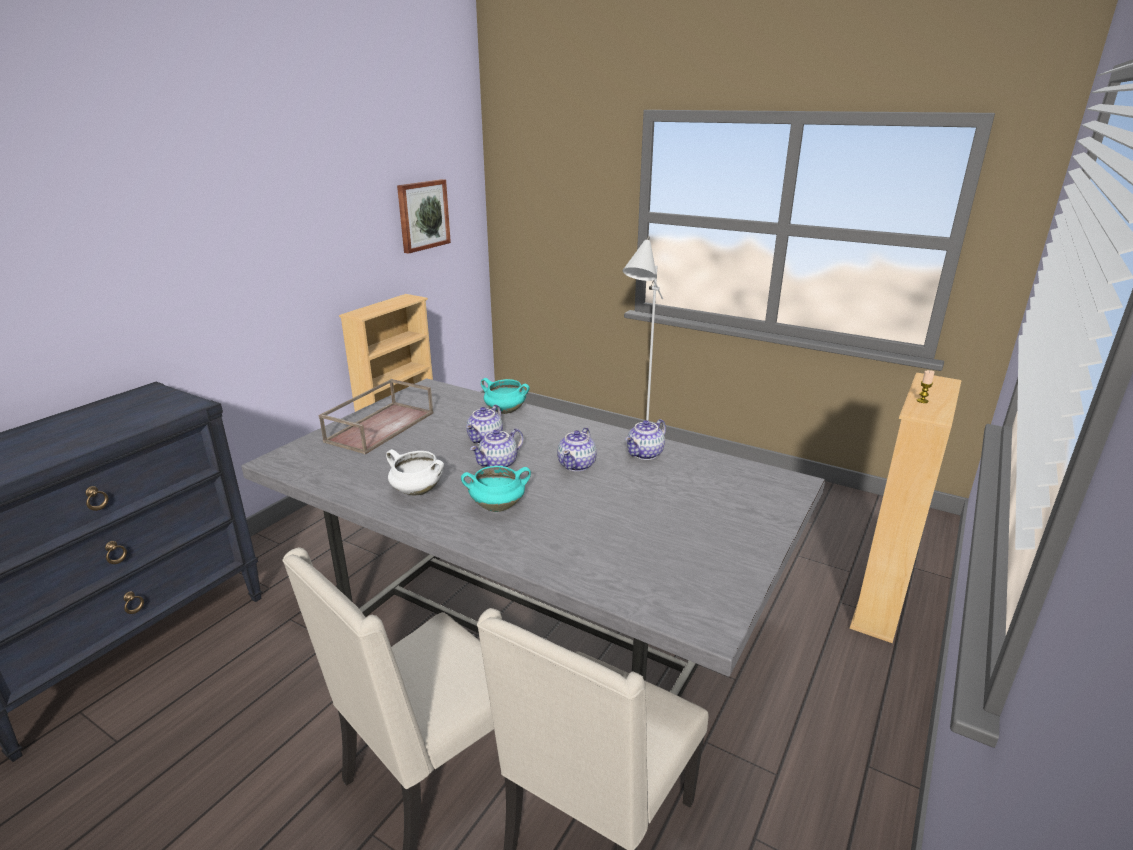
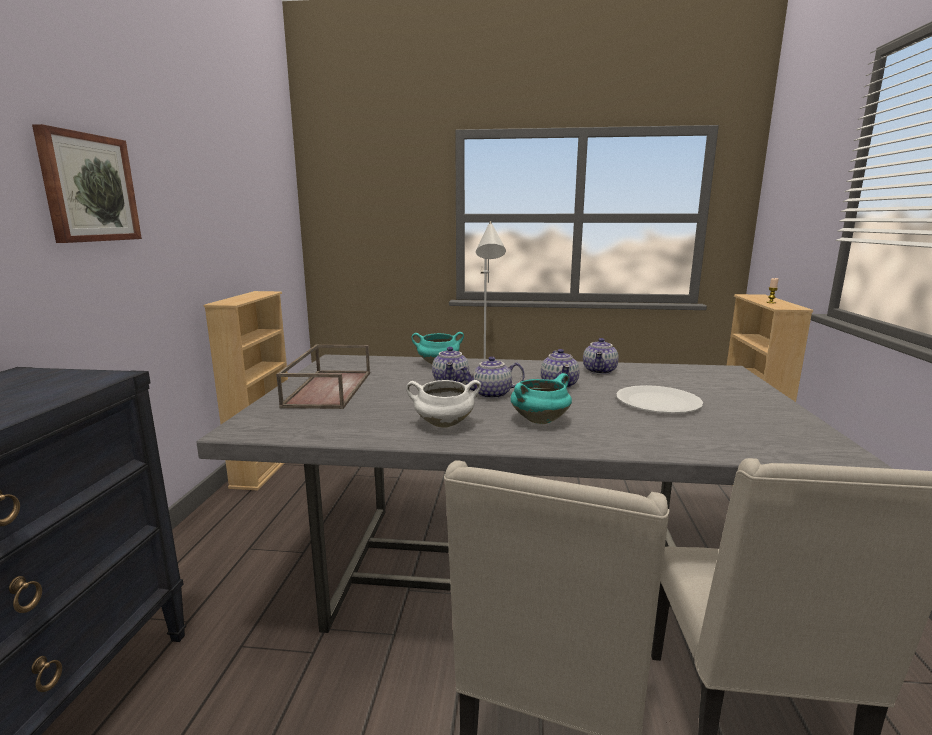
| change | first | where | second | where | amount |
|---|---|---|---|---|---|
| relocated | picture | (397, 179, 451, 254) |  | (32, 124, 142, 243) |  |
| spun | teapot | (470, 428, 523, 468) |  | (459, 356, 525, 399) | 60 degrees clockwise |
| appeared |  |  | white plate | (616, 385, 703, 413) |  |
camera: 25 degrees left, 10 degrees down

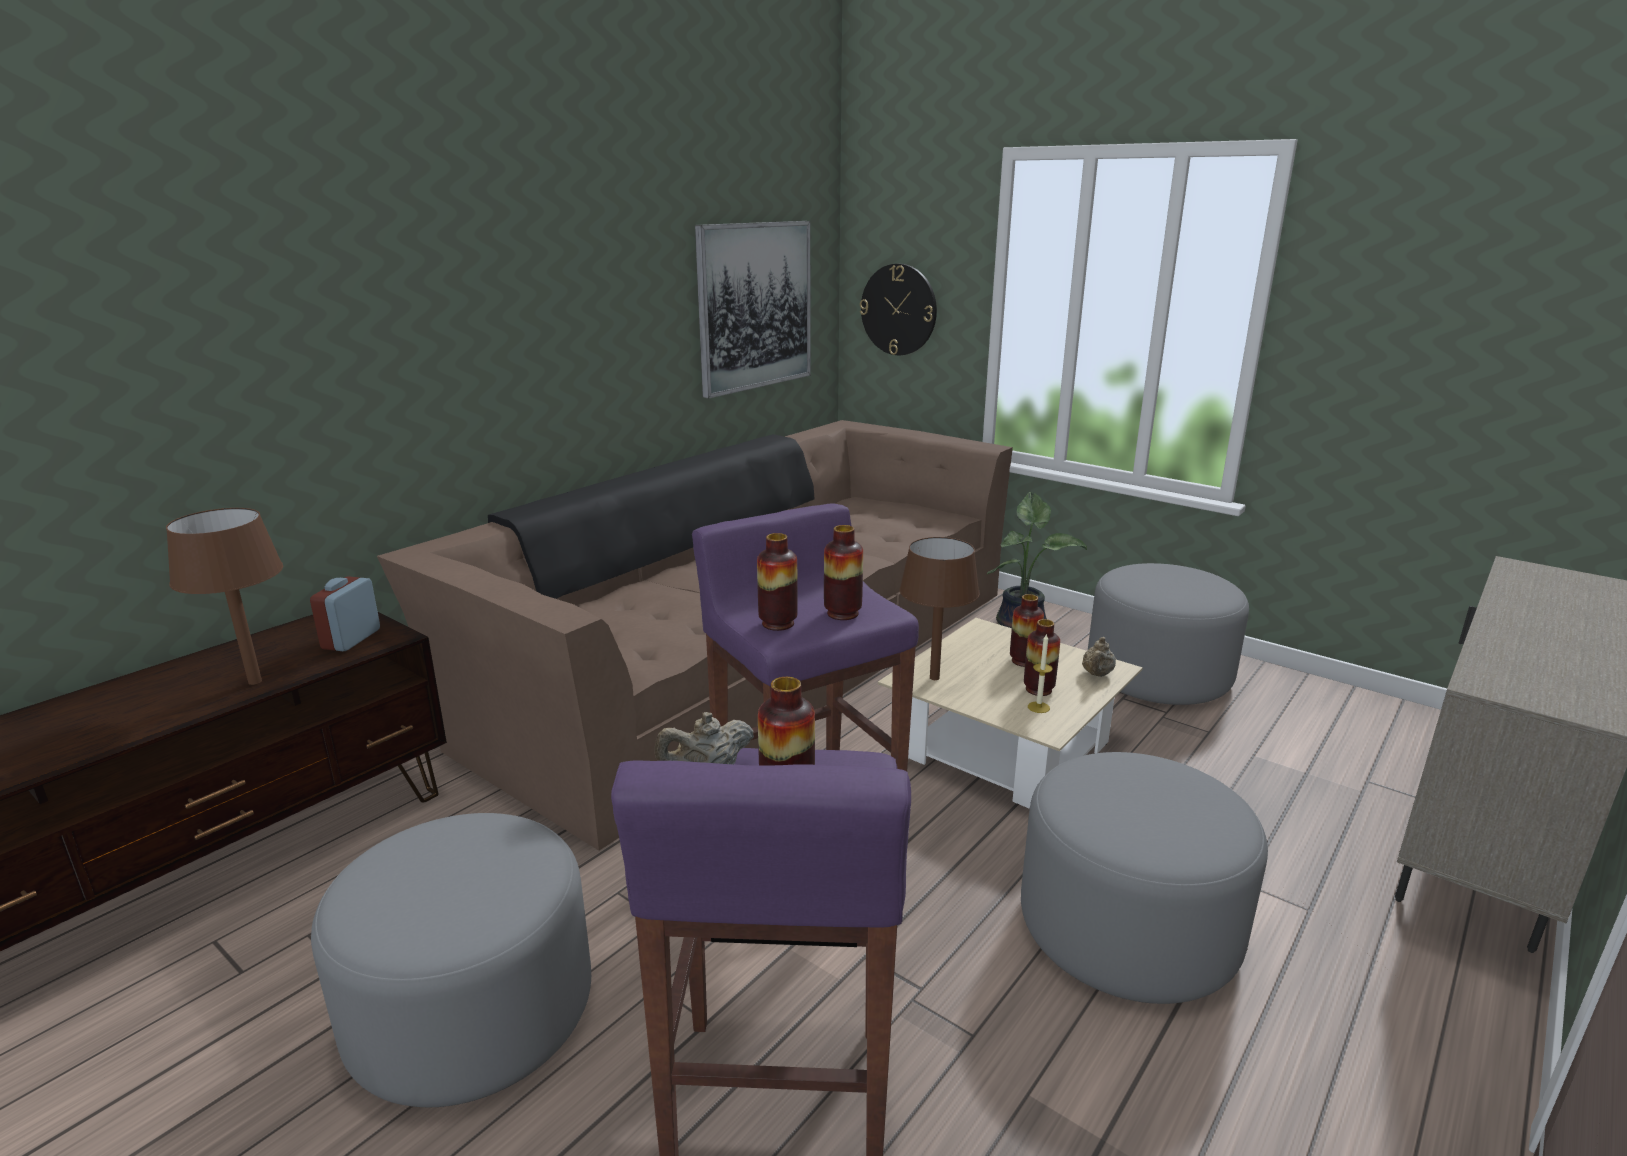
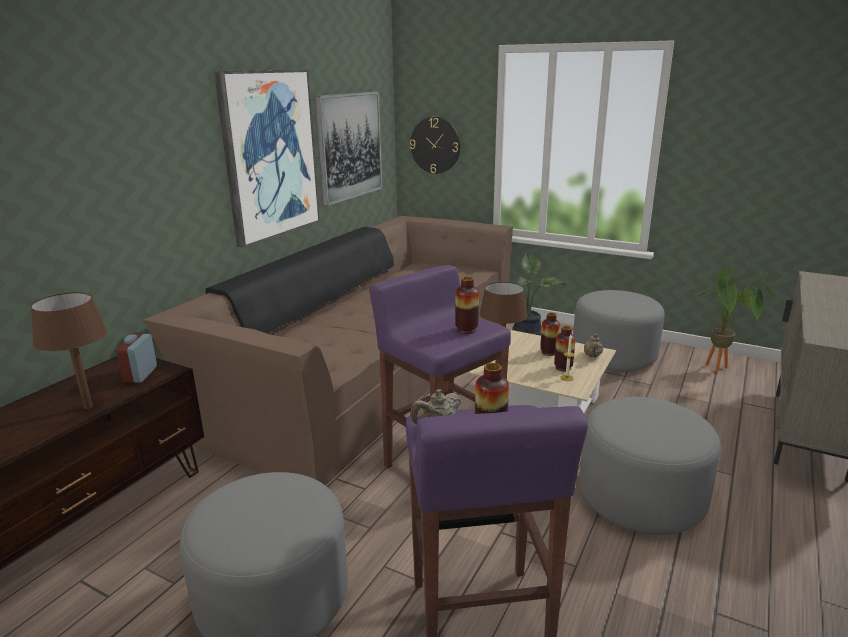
| change | first | where | second | where | amount |
|---|---|---|---|---|---|
| appeared |  |  | picture | (214, 69, 320, 248) |  |
| appeared |  |  | potted plant | (698, 266, 774, 373) |  |
| missing | vase | (757, 533, 798, 631) |  |  |  |
camera: 10 degrees left, 0 degrees up

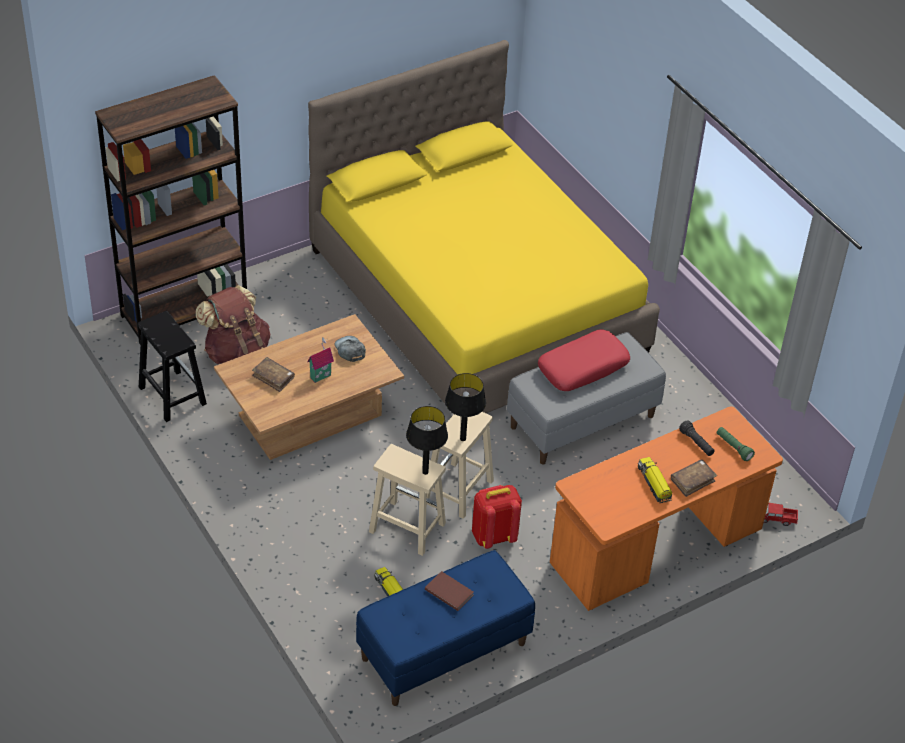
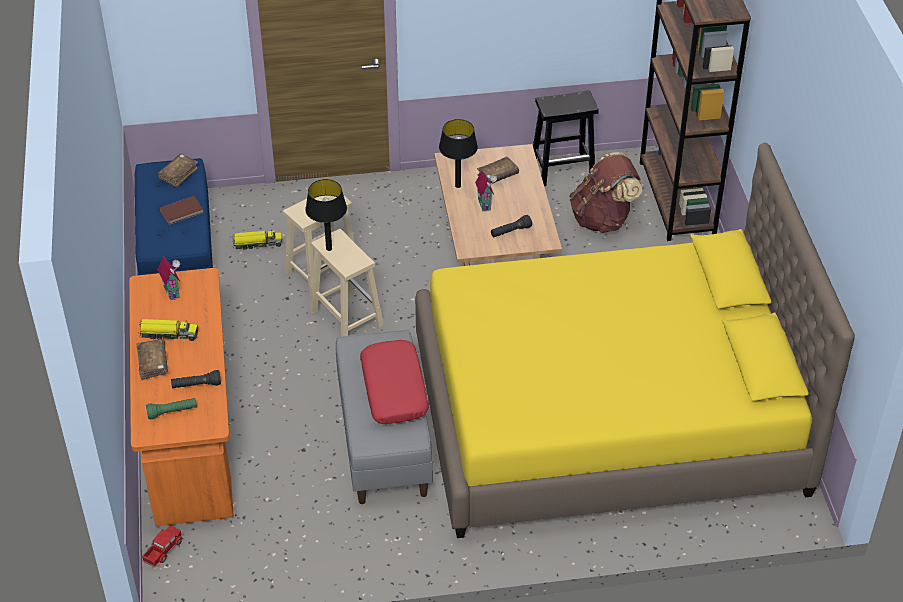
| change | first | where | second | where | amount |
|---|---|---|---|---|---|
| appeared |  |  | brown book | (158, 154, 198, 188) |  |
| appeared |  |  | toy house | (158, 257, 180, 300) |  |
| relocated | black table lamp | (406, 406, 448, 475) |  | (439, 119, 478, 188) |  |
| exchanged | grey cap | (334, 336, 366, 362) | black flashlight | (491, 215, 532, 237) |  |
| missing | red backpack | (472, 485, 522, 549) |  |  |  |
camera: 115 degrees right, 0 degrees up

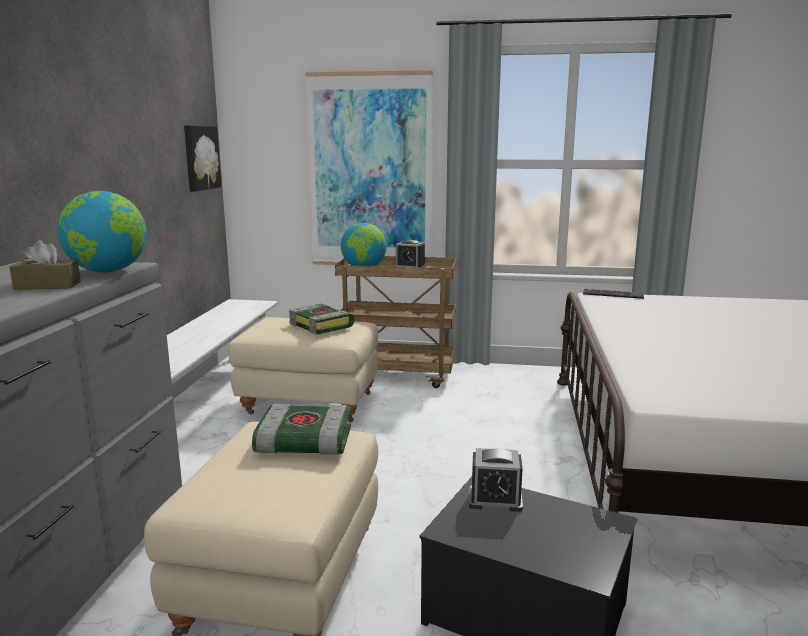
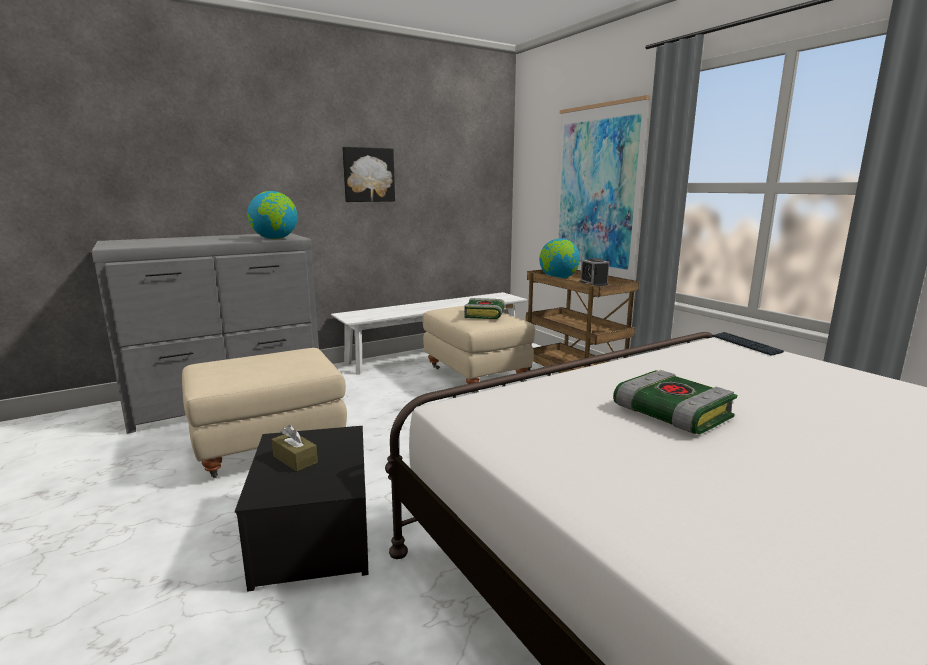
| change | first | where | second | where | amount |
|---|---|---|---|---|---|
| relocated | brown tissue box | (9, 240, 81, 290) |  | (272, 425, 318, 472) |  |
| relocated | picture | (184, 125, 222, 192) |  | (342, 147, 395, 202) |  |
| relocated | book | (252, 404, 351, 455) |  | (613, 370, 737, 435) |  |
| missing | alarm clock | (469, 448, 523, 512) |  |  |  |
camera: 50 degrees right, 0 degrees up

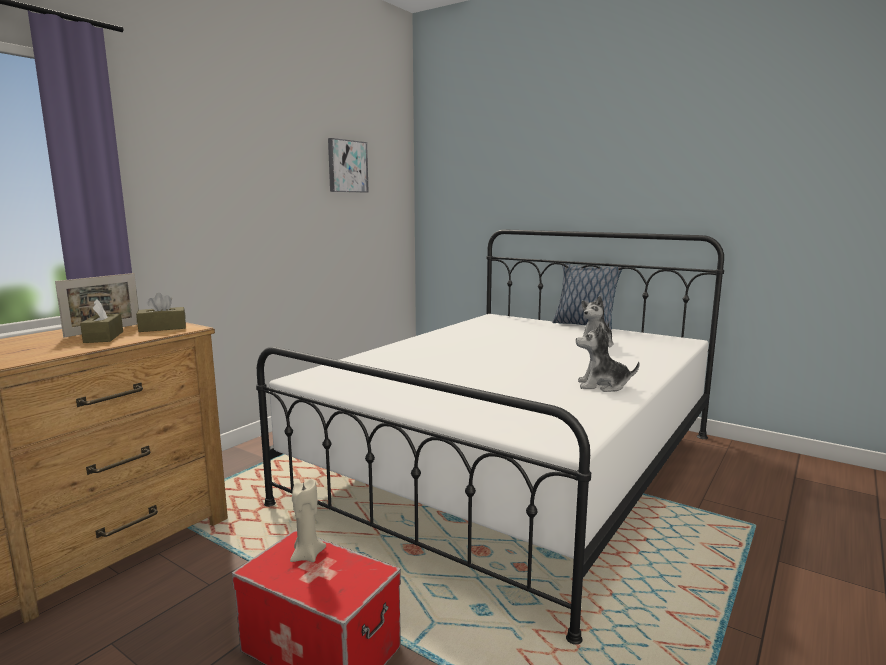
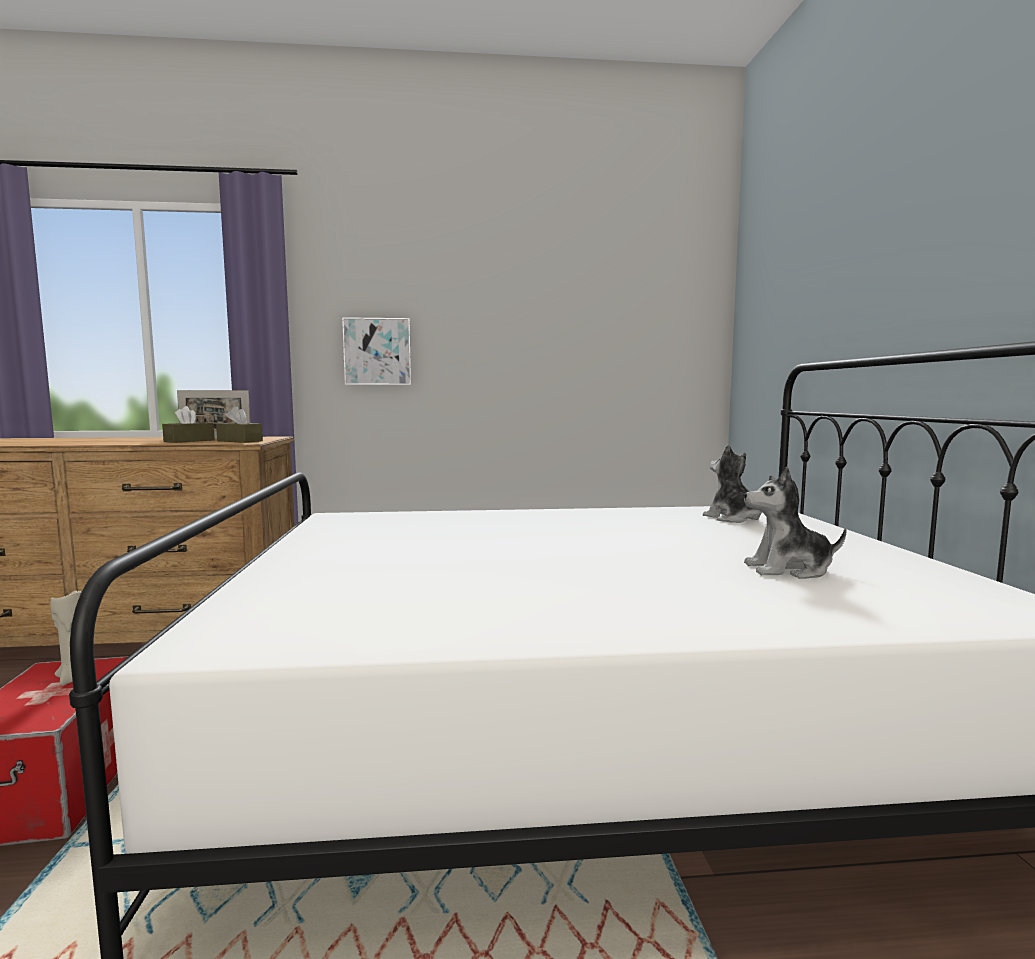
| change | first | where | second | where | amount |
|---|---|---|---|---|---|
| relocated | picture | (328, 138, 369, 193) |  | (342, 317, 412, 385) |  |
| relocated | plush toy | (576, 323, 640, 392) |  | (703, 445, 762, 523) |  |
| missing | pillow | (552, 263, 622, 330) |  |  |  |
camera: 50 degrees right, 5 degrees down

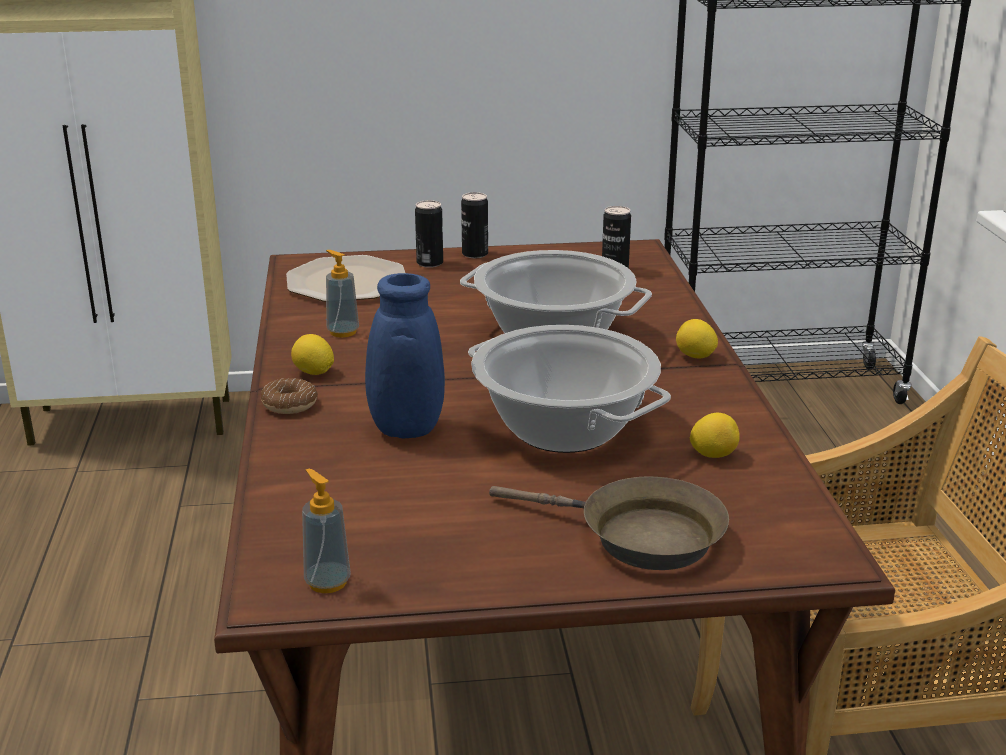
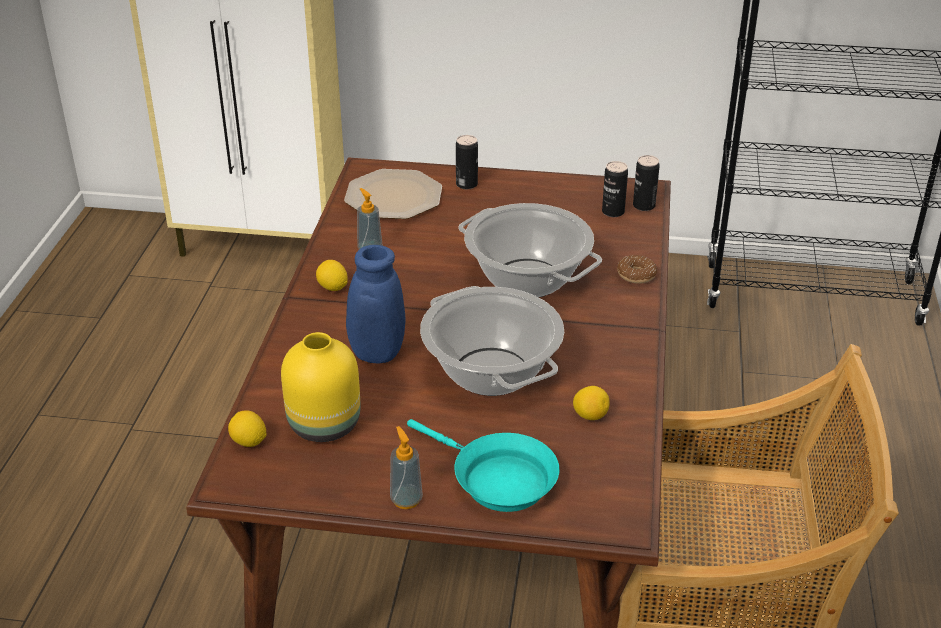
| change | first | where | second | where | amount |
|---|---|---|---|---|---|
| relocated | lemon | (676, 319, 718, 359) |  | (228, 410, 266, 447) |  |
| appeared |  |  | yellow vase | (281, 332, 361, 442) |  |
| relocated | soap dispenser | (302, 469, 350, 593) |  | (390, 426, 423, 509) |  |
| colour | brown frying pan | (489, 476, 729, 570) | turquoise frying pan | (407, 419, 559, 512) |  |
| relocated | donut | (261, 378, 318, 414) |  | (617, 255, 657, 284) |  |
| relocated | can | (461, 192, 488, 258) |  | (633, 155, 660, 211) |  |
camera: 15 degrees right, 10 degrees up

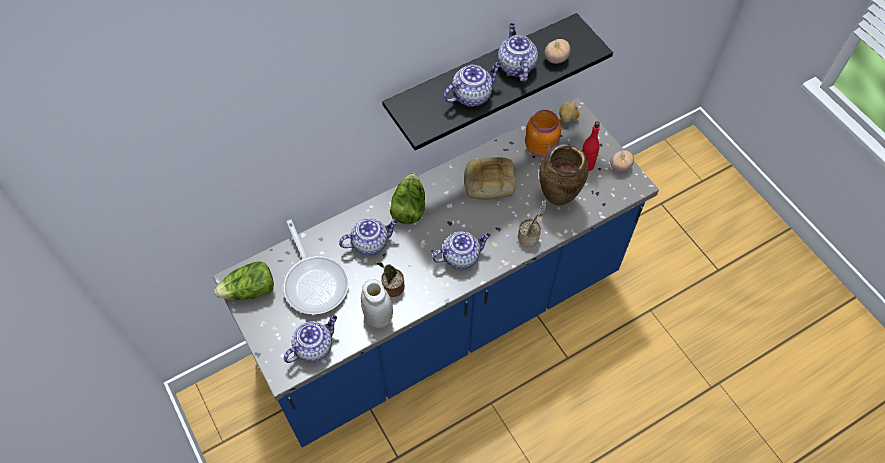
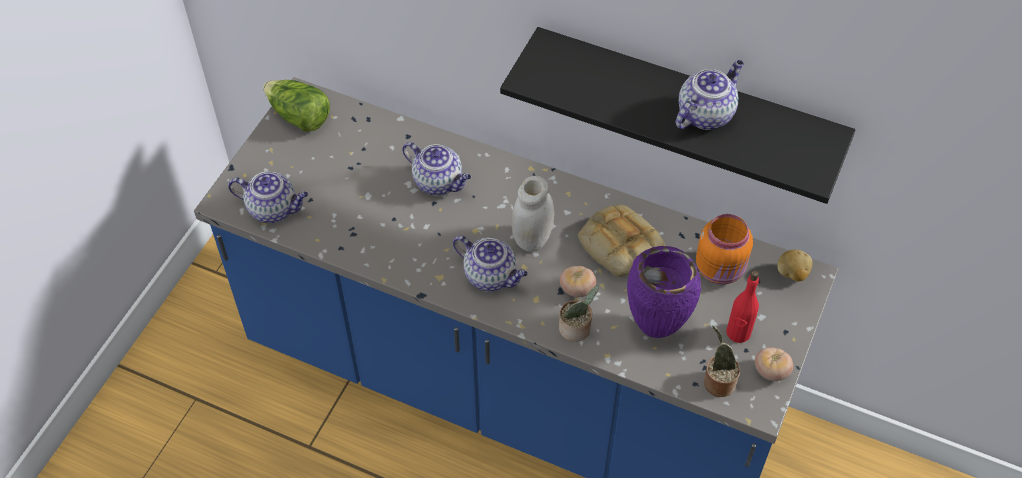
| change | first | where | second | where | amount |
|---|---|---|---|---|---|
| relocated | white jar | (361, 279, 393, 328) |  | (512, 176, 554, 252) |  |
| relocated | tomato | (545, 39, 571, 64) |  | (560, 266, 596, 297) |  |
| colour | brown vase | (539, 144, 589, 206) | purple vase | (627, 246, 701, 338) |  |
| relocated | potted plant | (375, 262, 405, 297) |  | (704, 325, 740, 397) |  |
| missing | frying pan | (283, 220, 349, 315) |  |  |  |
| missing | lettuce | (390, 173, 425, 224) |  |  |  |
| missing | teapot | (443, 62, 502, 107) |  |  |  |
camera: 55 degrees right, 5 degrees down

